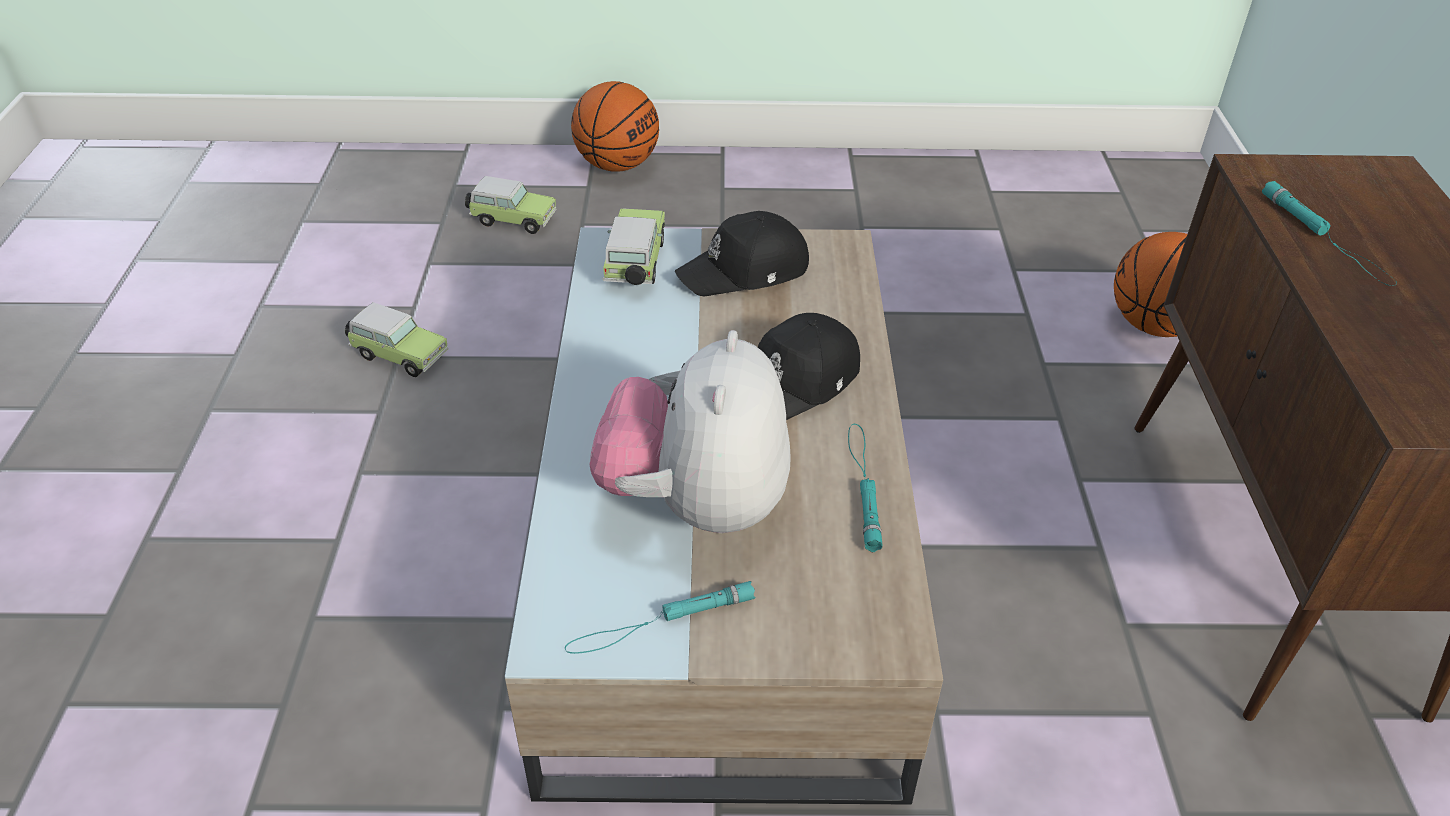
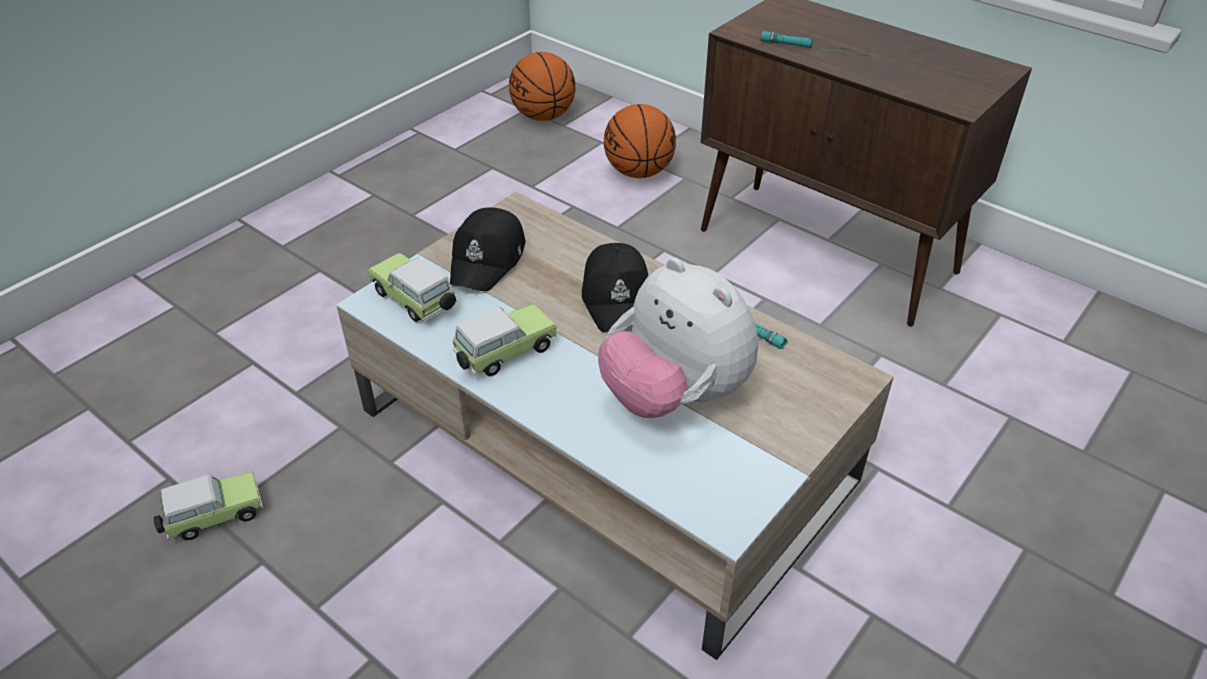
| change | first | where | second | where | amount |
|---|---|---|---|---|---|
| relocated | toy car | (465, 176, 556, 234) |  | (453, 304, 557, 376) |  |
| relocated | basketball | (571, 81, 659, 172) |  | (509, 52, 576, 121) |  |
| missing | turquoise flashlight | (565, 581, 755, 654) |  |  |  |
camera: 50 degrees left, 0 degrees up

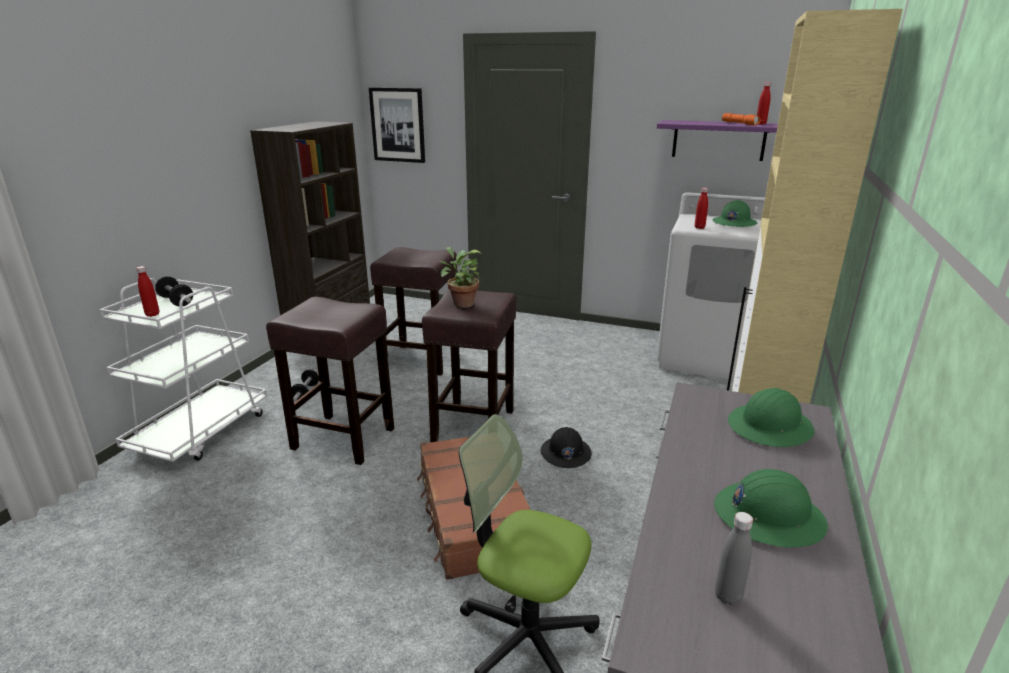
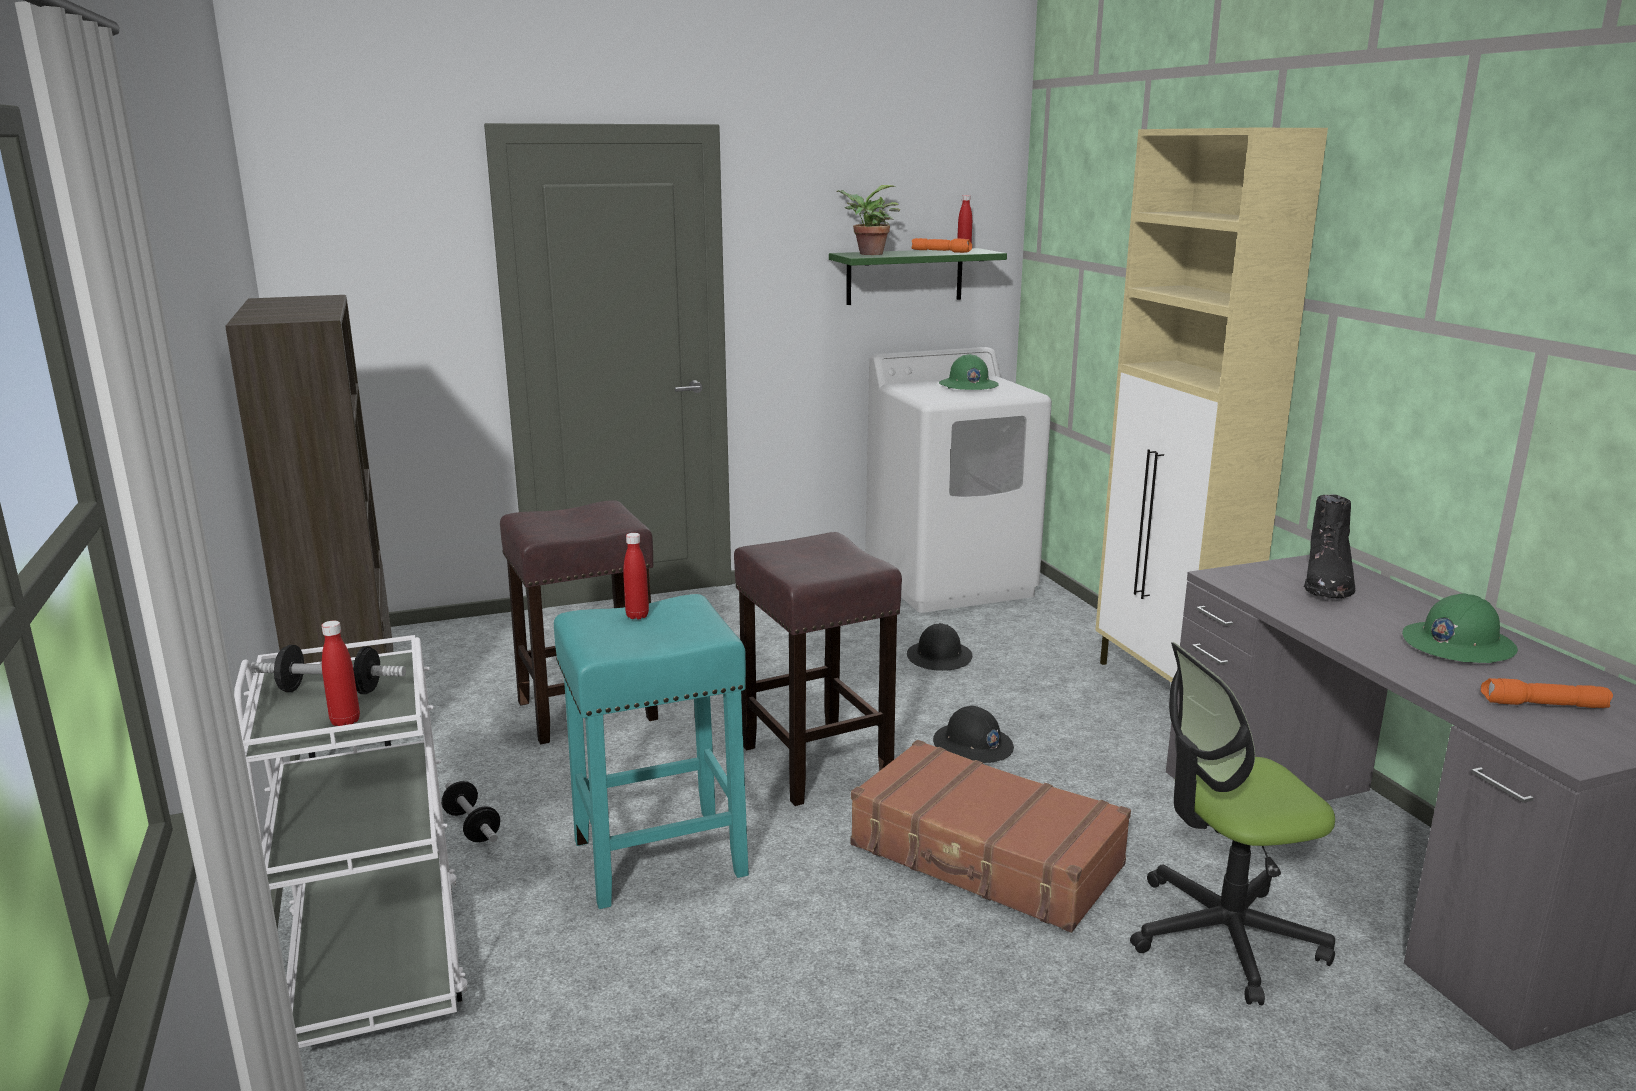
| change | first | where | second | where | amount |
|---|---|---|---|---|---|
| colour | brown stool | (266, 297, 394, 465) | turquoise stool | (554, 594, 749, 909) |  |
| relocated | red bottle | (695, 188, 708, 229) |  | (623, 533, 649, 619) |  |
| colour | purple shelf | (657, 120, 778, 161) | green shelf | (829, 248, 1007, 305) |  |
| relocated | potted plant | (440, 247, 482, 308) |  | (836, 185, 900, 255) |  |
| appeared |  |  | black hard hat | (907, 623, 972, 671) |  |
| exchanged | green hard hat | (728, 388, 815, 447) | black boot | (1304, 494, 1355, 599) |  |
| exchanged | grey bottle | (715, 512, 753, 606) | orange flashlight | (1481, 678, 1613, 708) |  |
| missing | picture | (369, 87, 425, 163) |  |  |  |
camera: 40 degrees left, 5 degrees down

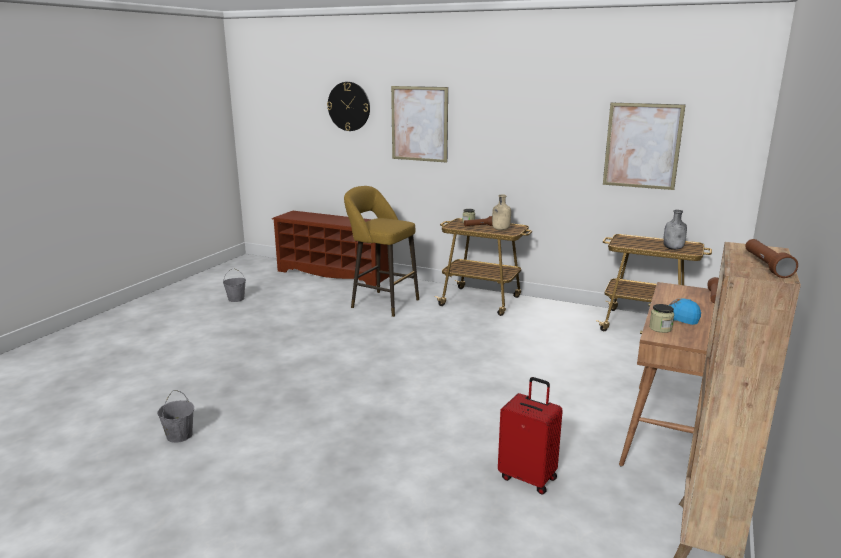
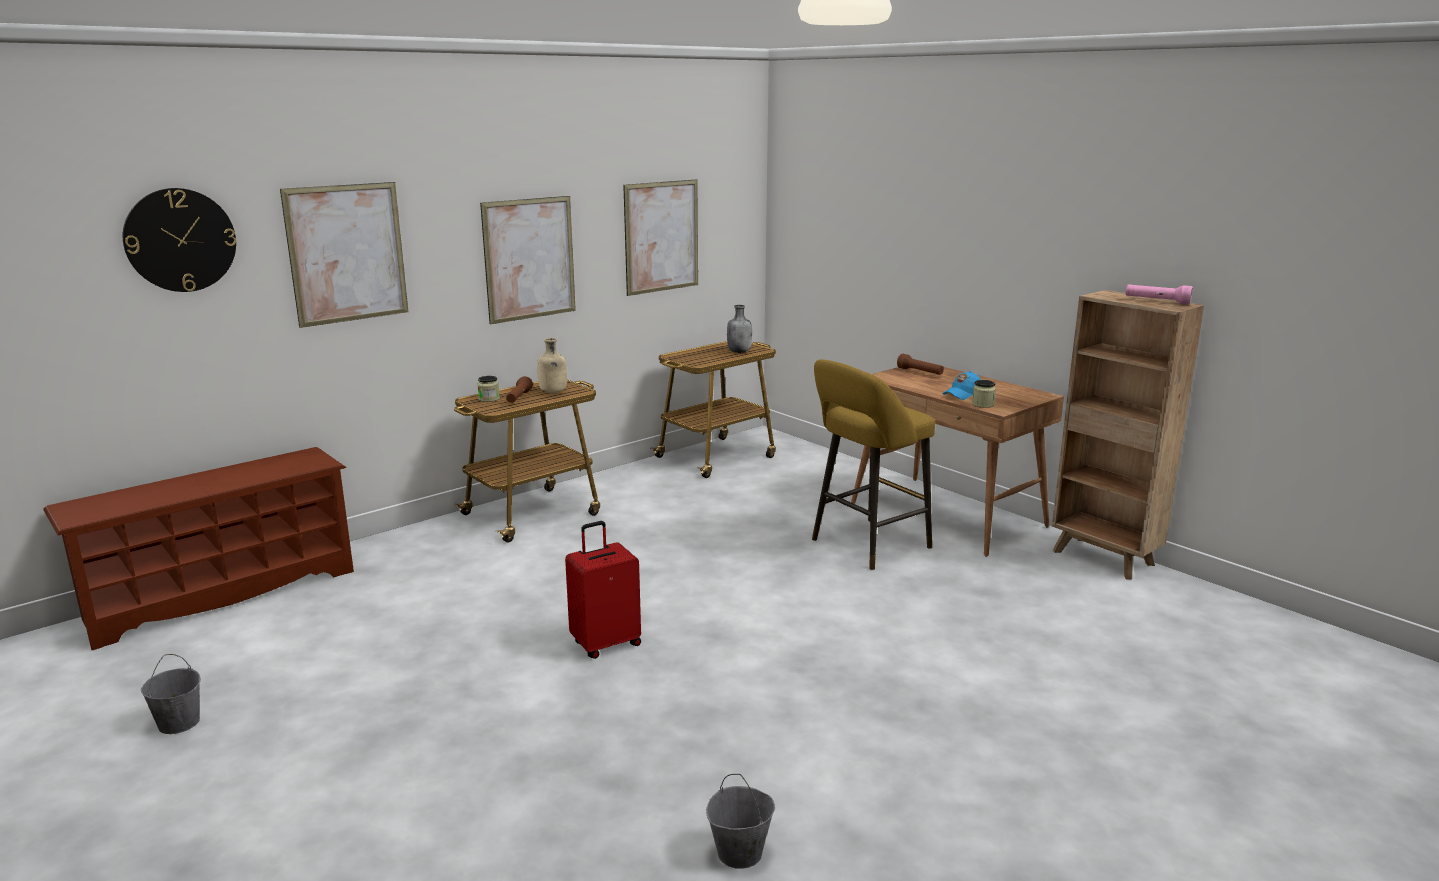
| change | first | where | second | where | amount |
|---|---|---|---|---|---|
| appeared |  |  | picture | (480, 196, 576, 324) |  |
| relocated | red suitcase | (498, 377, 563, 494) |  | (565, 521, 641, 659) |  |
| relocated | yellow stool | (344, 186, 419, 317) |  | (812, 359, 935, 570) |  |
| colour | brown flashlight | (745, 239, 798, 278) | pink flashlight | (1125, 284, 1193, 305) |  |
camera: 65 degrees left, 0 degrees up

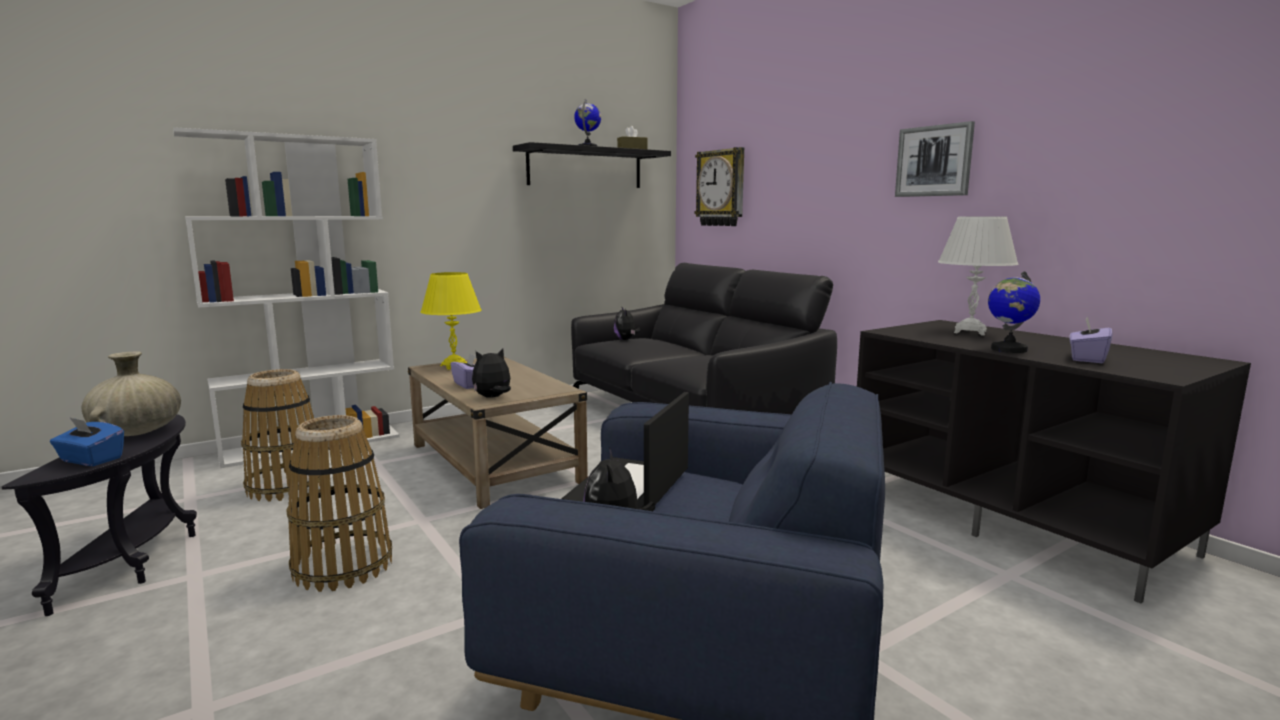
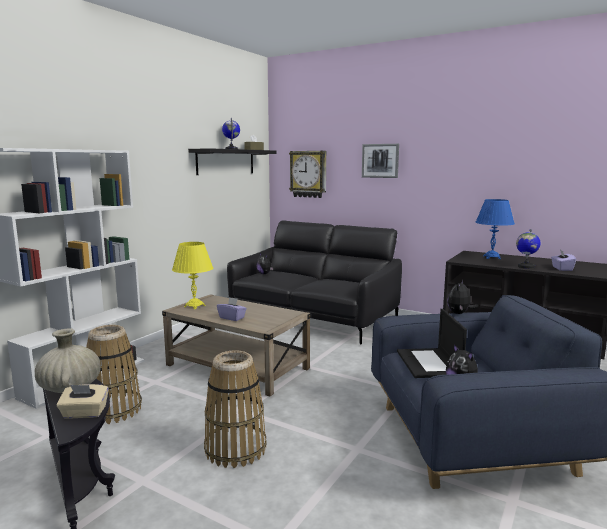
| change | first | where | second | where | amount |
|---|---|---|---|---|---|
| colour | blue tissue box | (50, 417, 124, 466) | beige tissue box | (57, 384, 109, 419) |  |
| relocated | picture | (895, 121, 975, 197) |  | (362, 144, 399, 178) |  |
| relocated | plush toy | (472, 348, 511, 398) |  | (447, 279, 479, 314) |  |
| colour | white table lamp | (938, 217, 1019, 335) | blue table lamp | (475, 199, 515, 259) |  |
camera: 25 degrees left, 0 degrees up

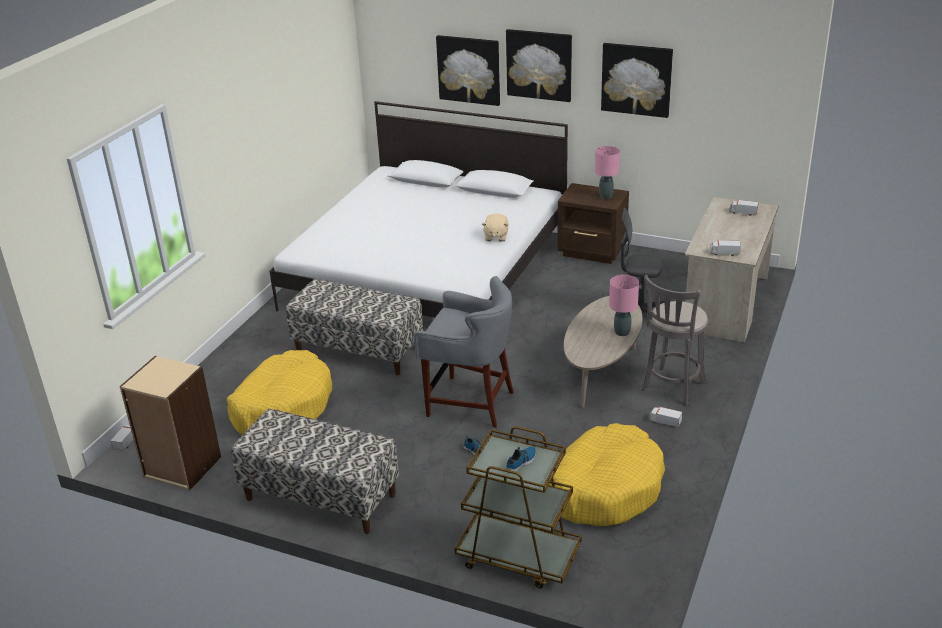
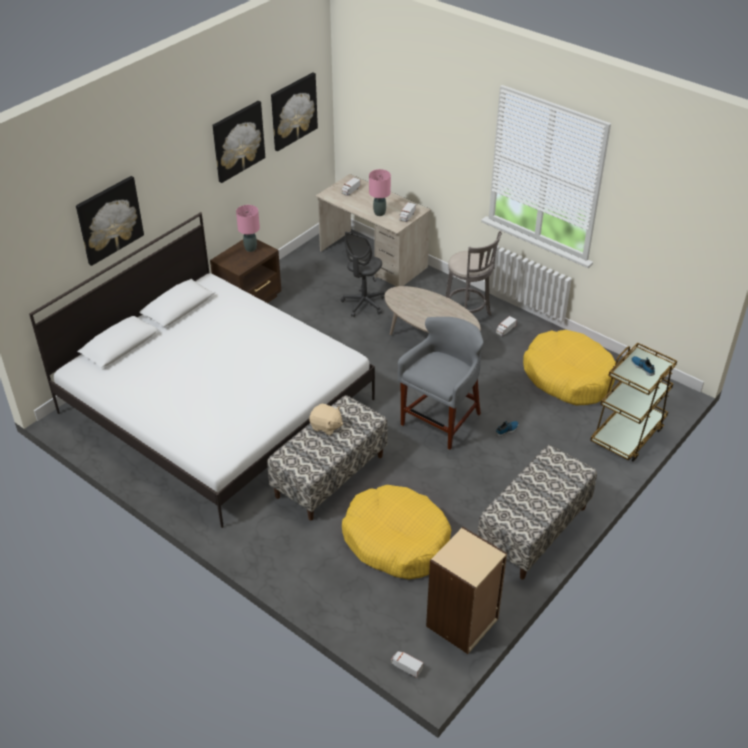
| change | first | where | second | where | amount |
|---|---|---|---|---|---|
| relocated | picture | (506, 29, 572, 102) |  | (271, 72, 318, 151) |  |
| relocated | beige plush toy | (482, 213, 509, 242) |  | (309, 404, 343, 435) |  |
| relocated | pink table lamp | (609, 275, 639, 336) |  | (369, 169, 391, 216) |  |
camera: 75 degrees left, 10 degrees up

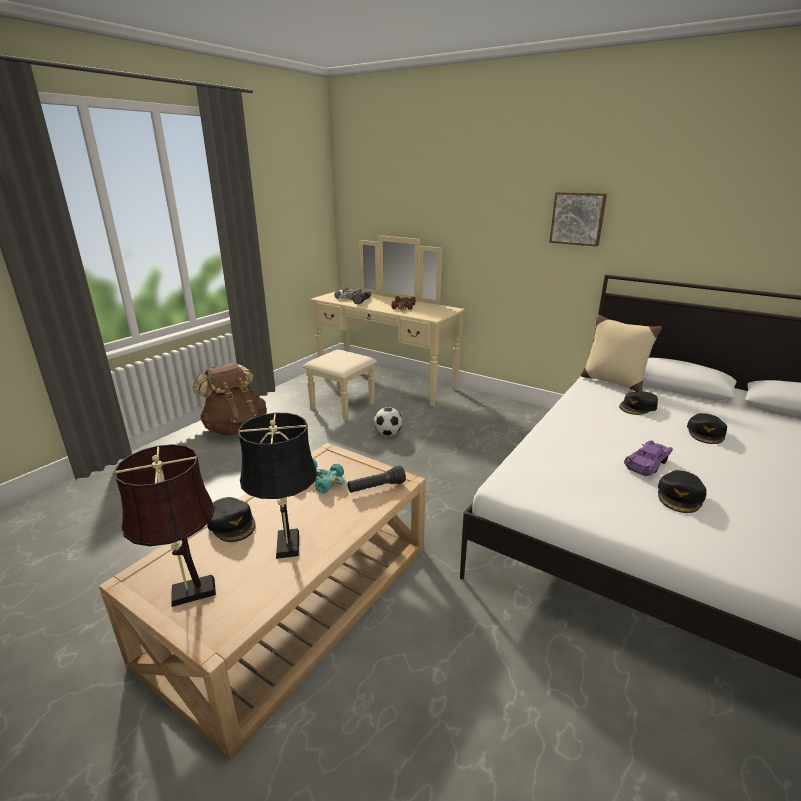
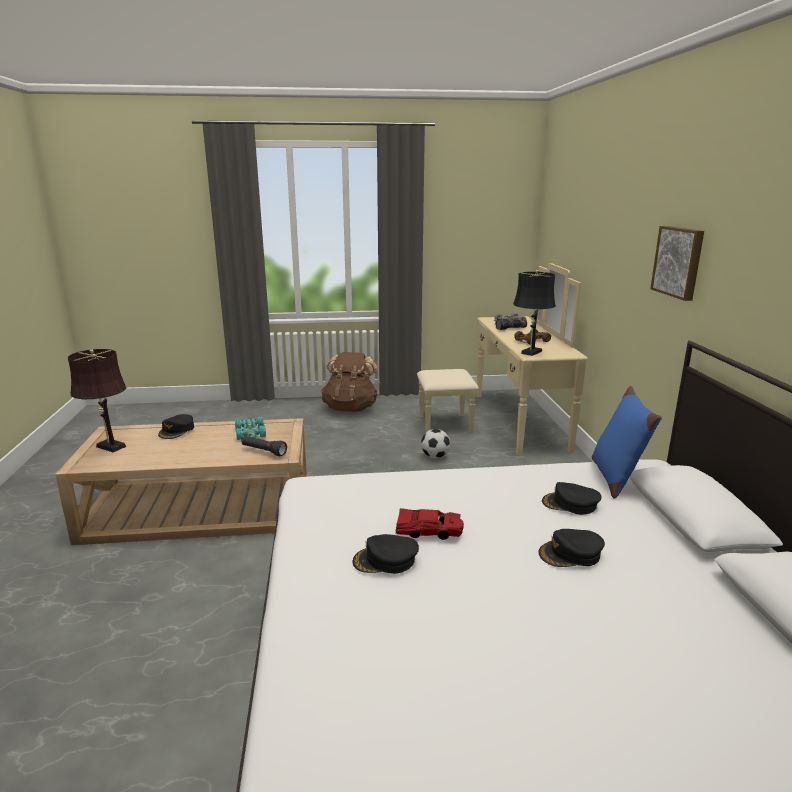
| change | first | where | second | where | amount |
|---|---|---|---|---|---|
| colour | purple toy car | (624, 440, 673, 476) | red toy car | (396, 508, 464, 540) |  |
| relocated | black table lamp | (238, 413, 318, 559) |  | (513, 270, 556, 356) |  |
| colour | beige pillow | (581, 314, 662, 392) | blue pillow | (592, 386, 662, 499) |  |
camera: 50 degrees right, 5 degrees down

